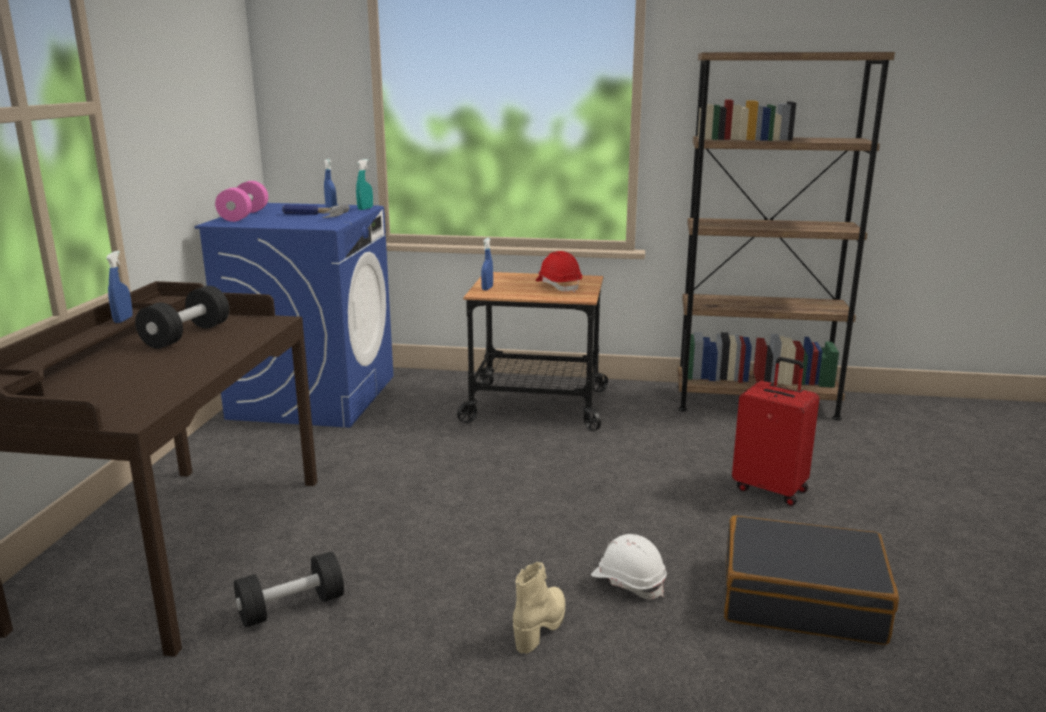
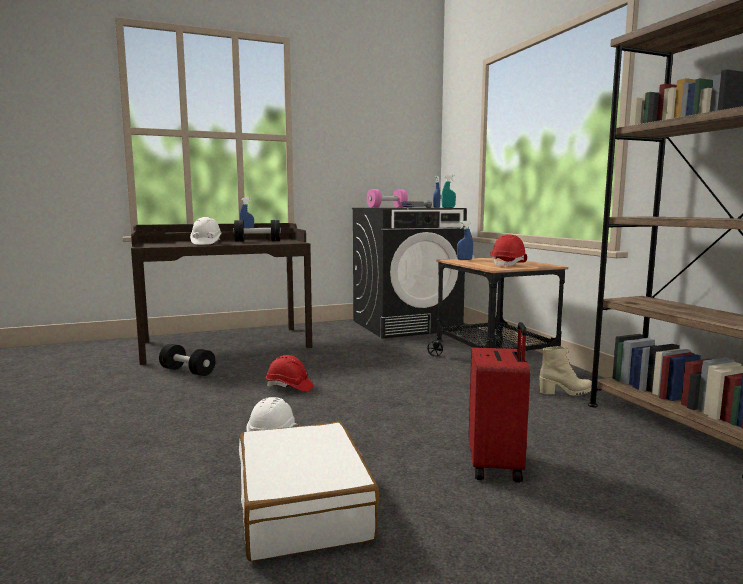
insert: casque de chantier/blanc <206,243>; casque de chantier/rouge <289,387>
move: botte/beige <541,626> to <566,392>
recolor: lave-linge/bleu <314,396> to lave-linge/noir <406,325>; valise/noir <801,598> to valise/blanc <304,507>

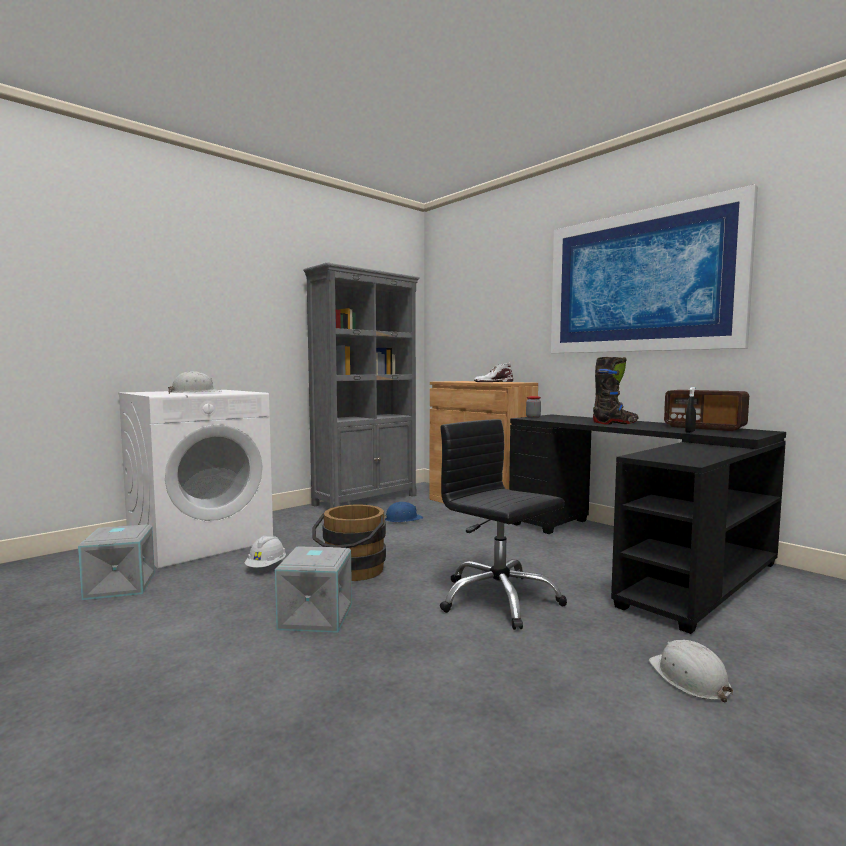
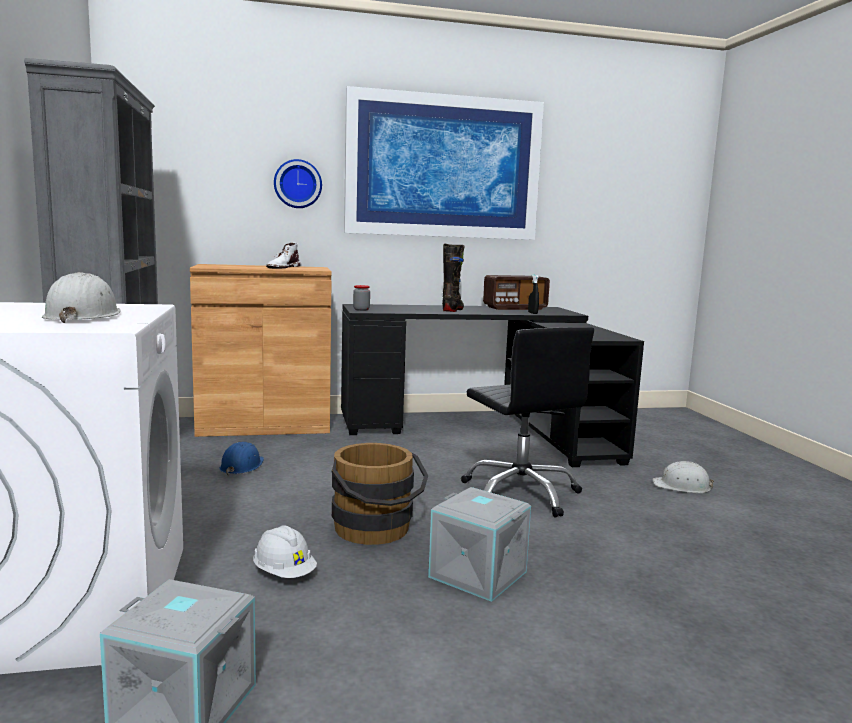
insert: horloge murale <298,184>
rotate: chaise de bureau/noir <498,599> = <521,493> 105 degrees counterclockwise

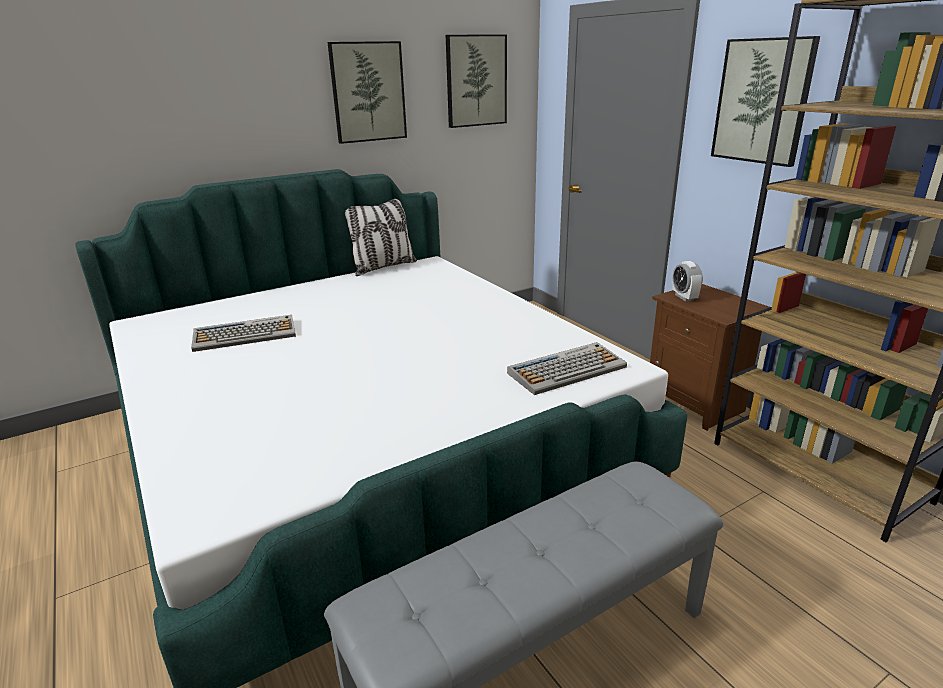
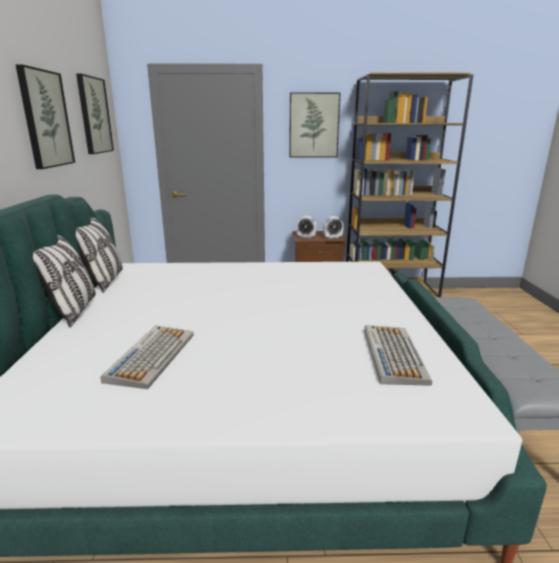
insert: réveil <332,237>; coussin <73,311>
move: clavier <567,369> to <392,354>

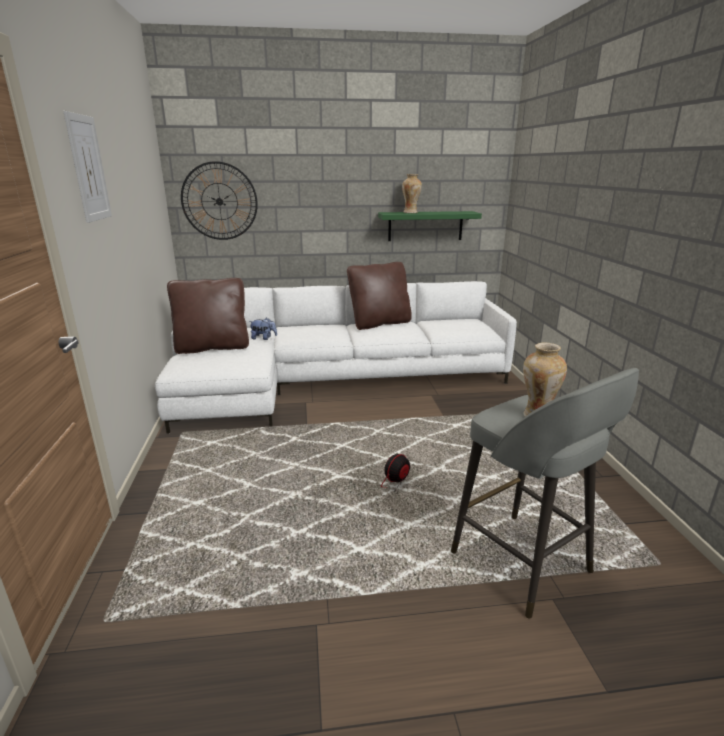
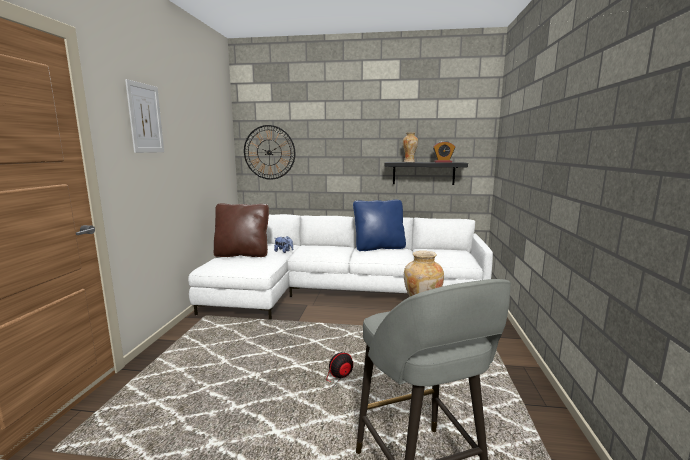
insert: réveil <443,162>
recolor: étagère/vert <425,226> to étagère/noir <423,173>; coussin/marron <379,323> to coussin/bleu <379,248>

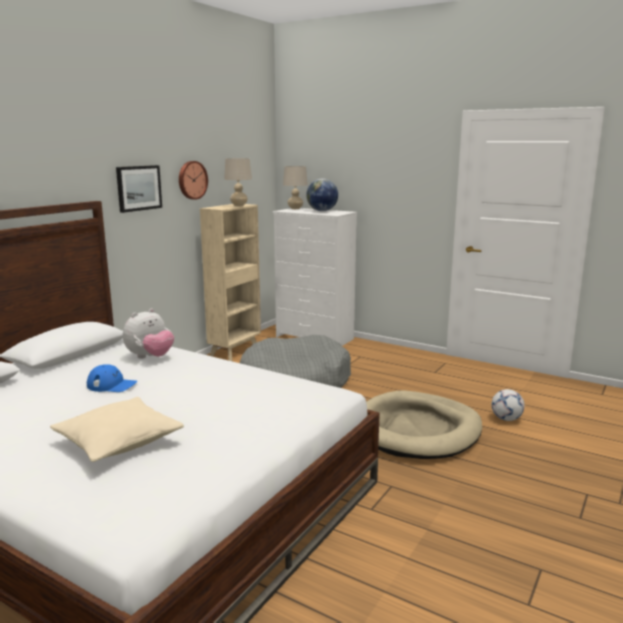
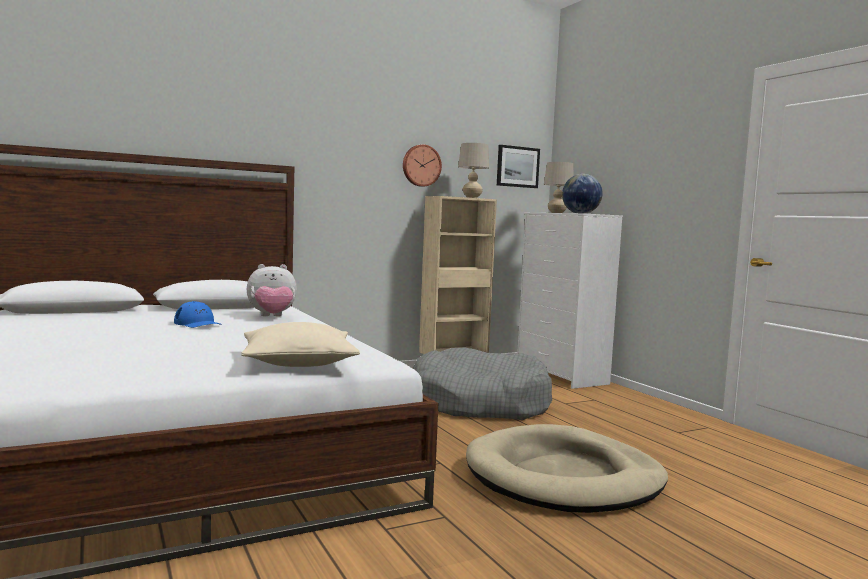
delete: ballon de foot <506,419>
move: tableau <138,188> to <517,167>; coussin/beige <119,442> to <299,362>

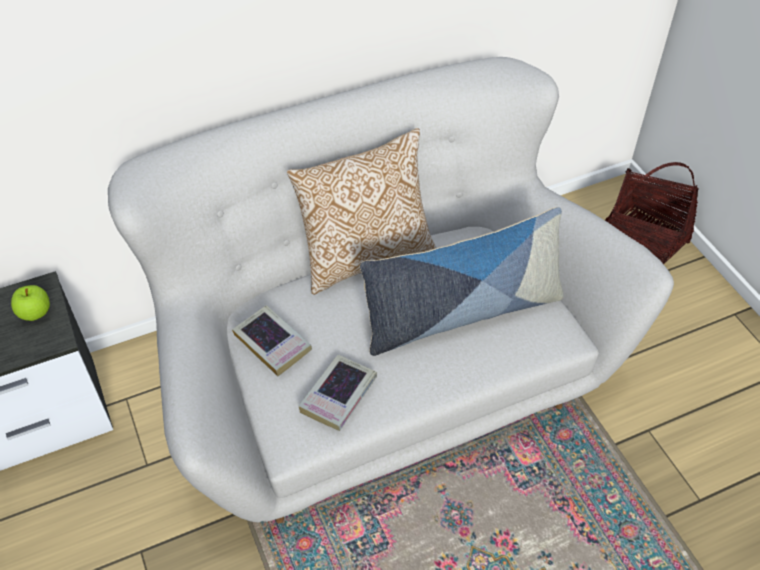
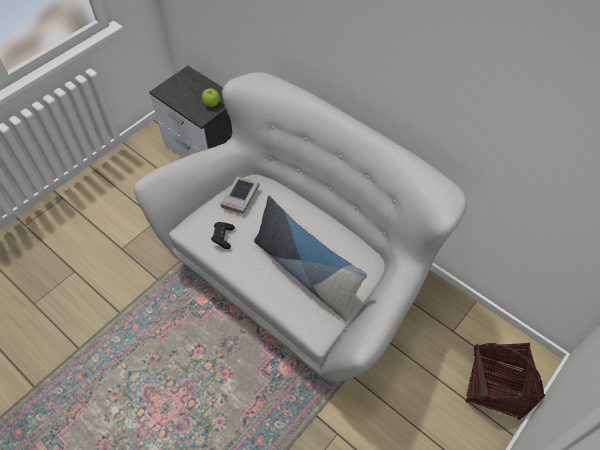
delete: coussin <365,256>
replace: livre <338,396> to manette/noir <223,237>

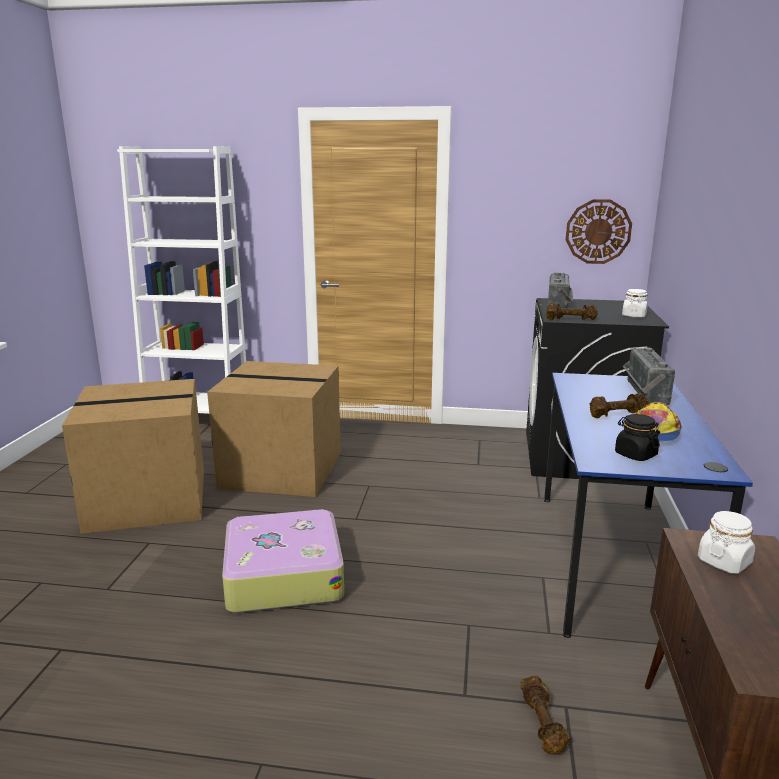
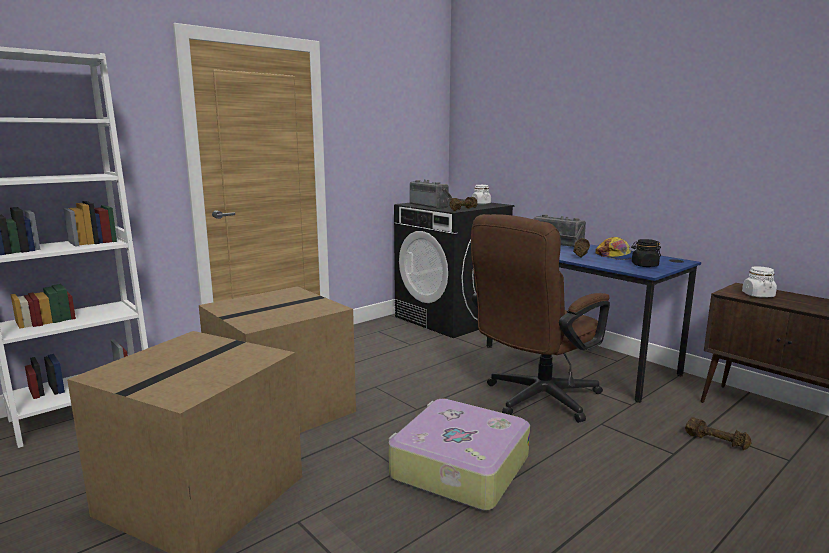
delete: horloge murale <598,231>
insert: chaise de bureau/marron <535,400>

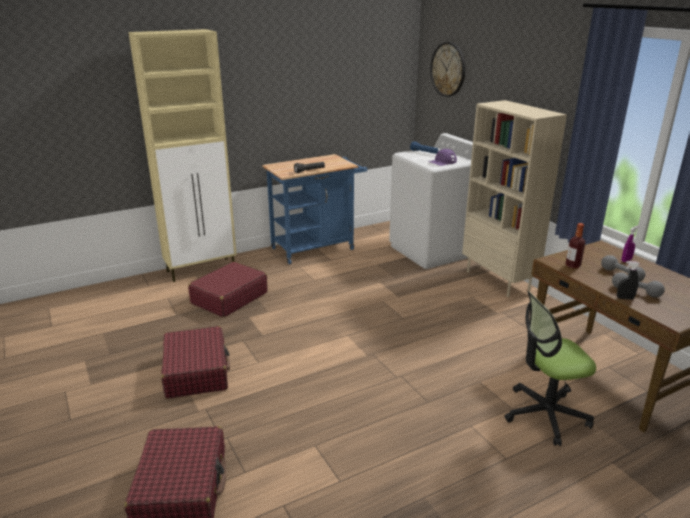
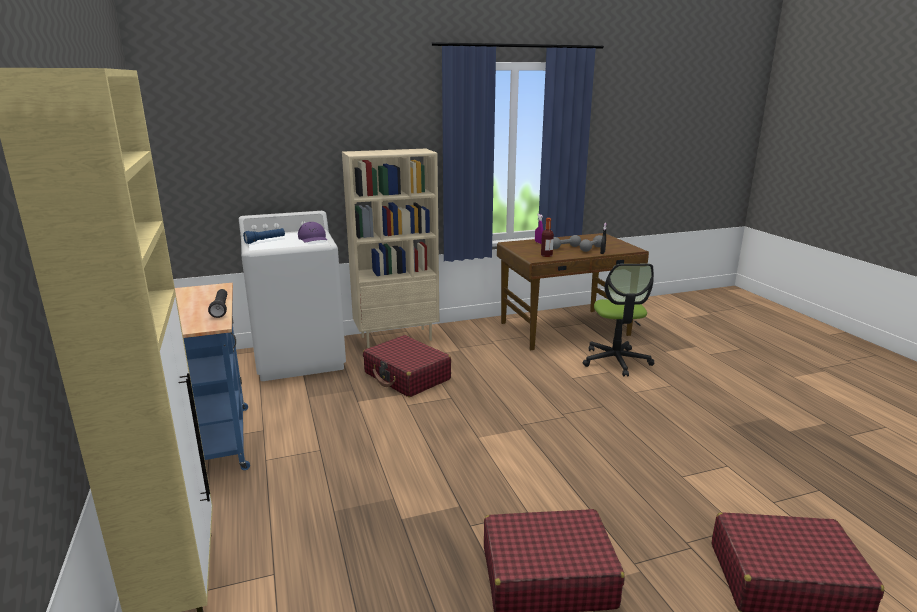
delete: horloge murale <448,69>
move: valise/rouge <229,298> to <407,376>

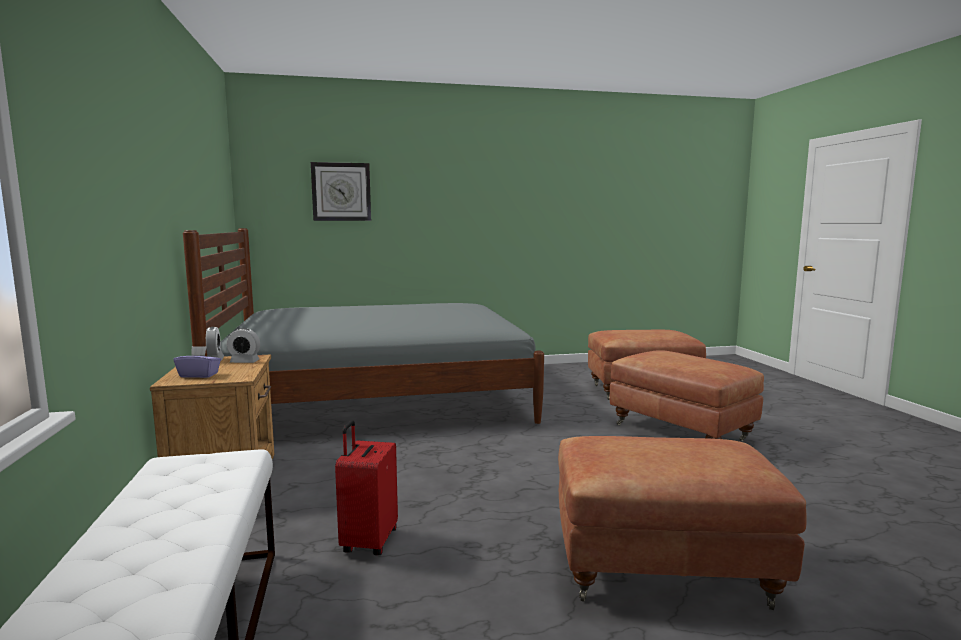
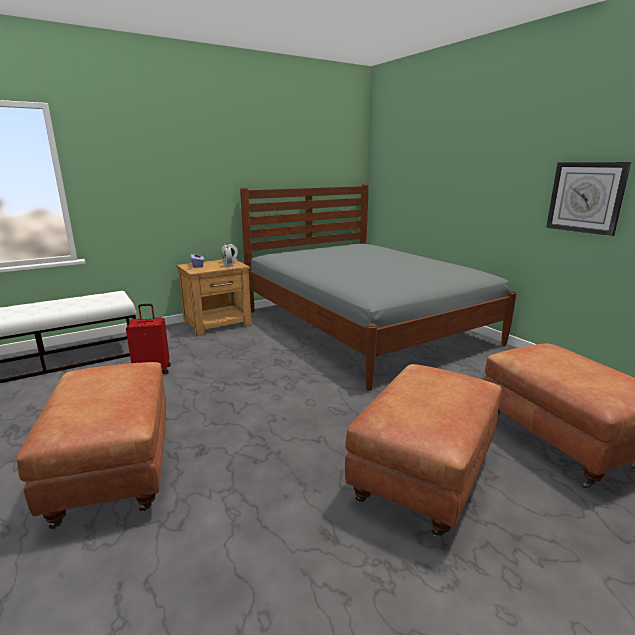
move: horloge murale <341,192> to <586,197>

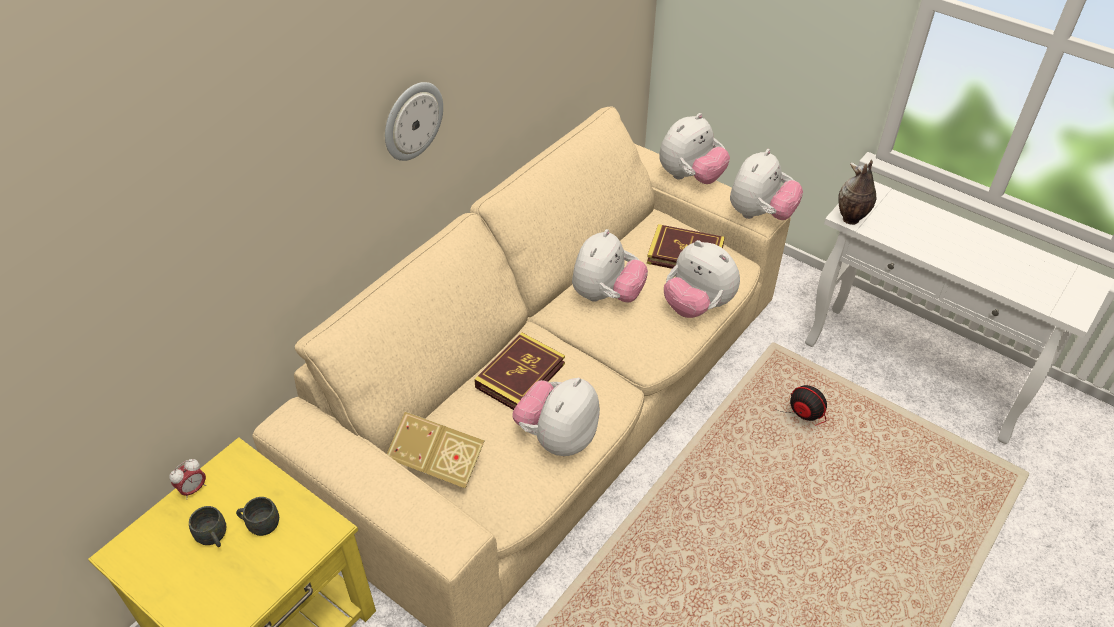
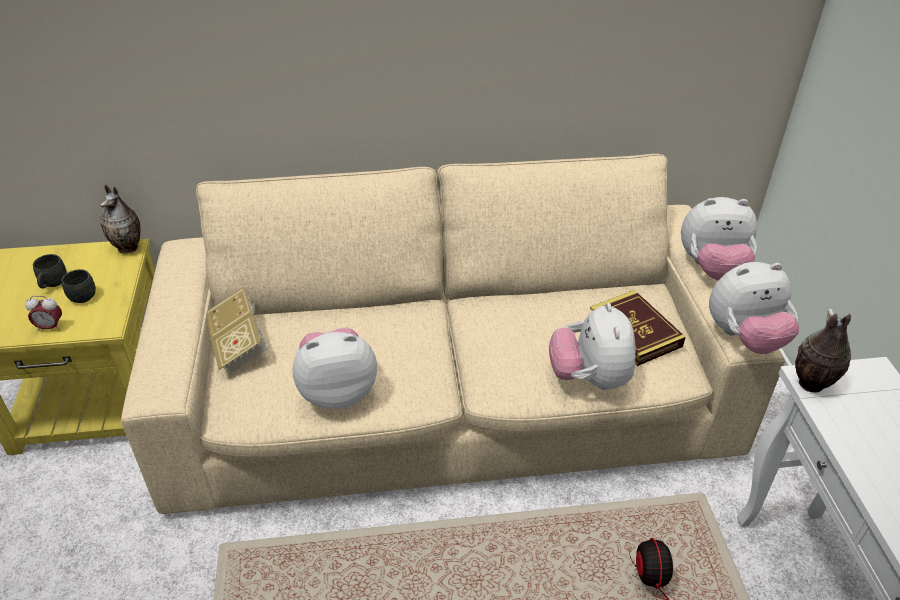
delete: horloge murale <412,120>; peluche <606,295>; livre <520,375>
insert: vase <129,248>
move: réveil <193,489> to <50,327>

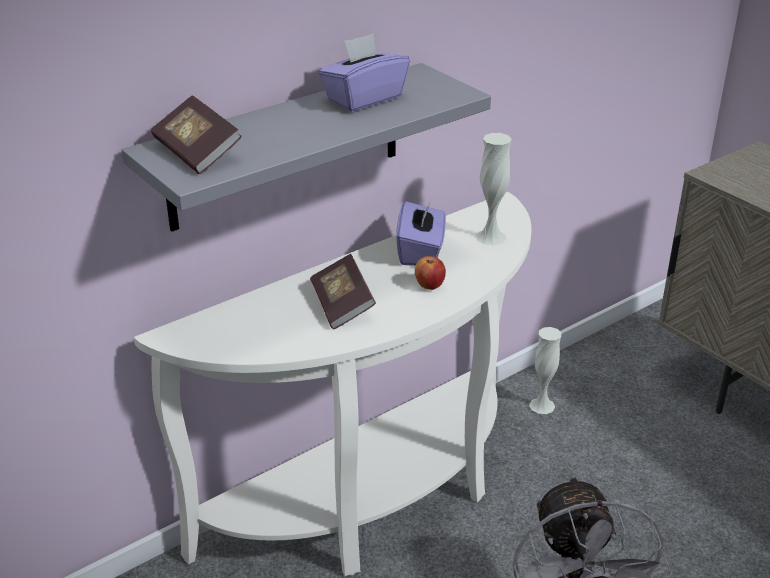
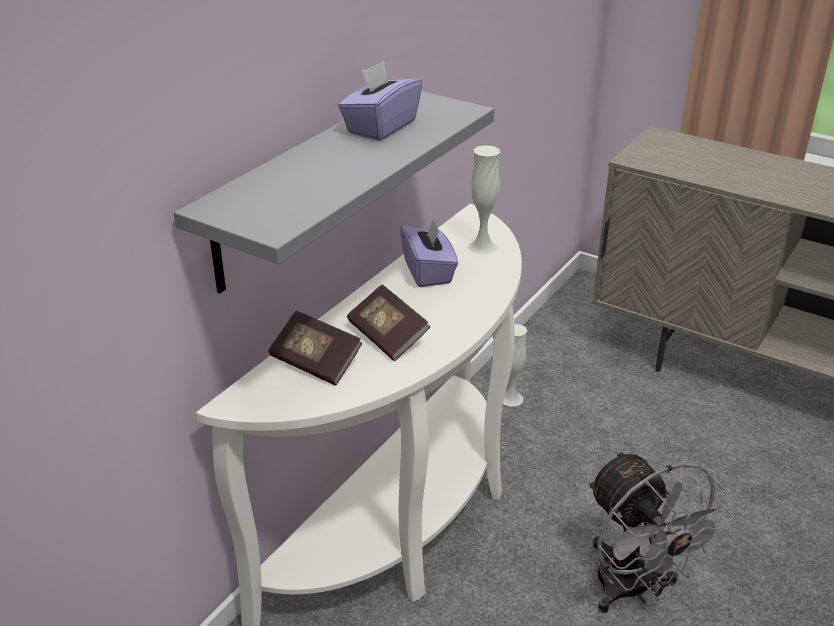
delete: pomme <429,286>
move: livre <197,152> to <316,362>

